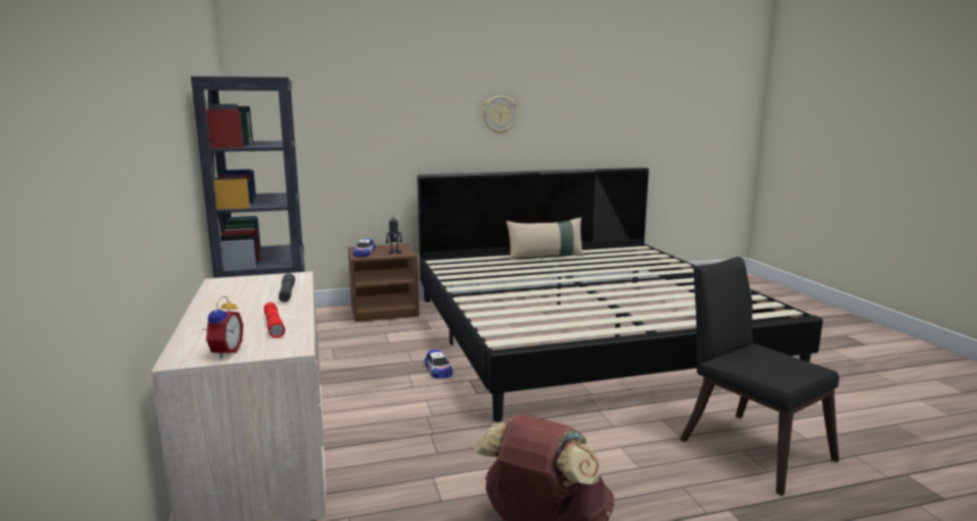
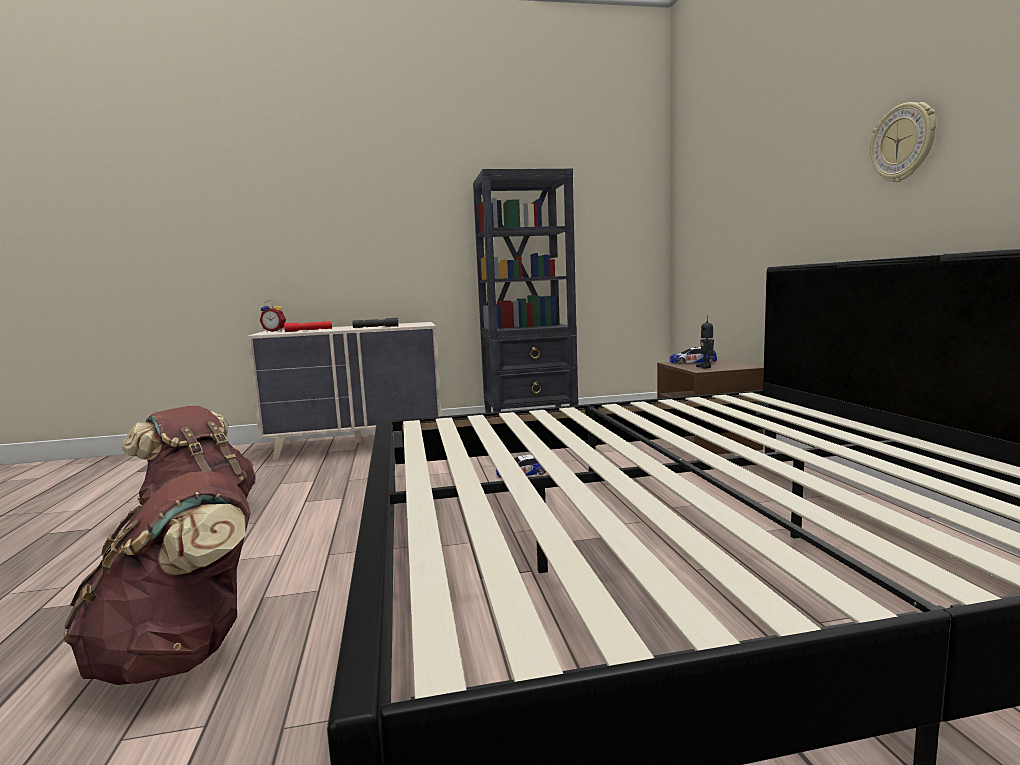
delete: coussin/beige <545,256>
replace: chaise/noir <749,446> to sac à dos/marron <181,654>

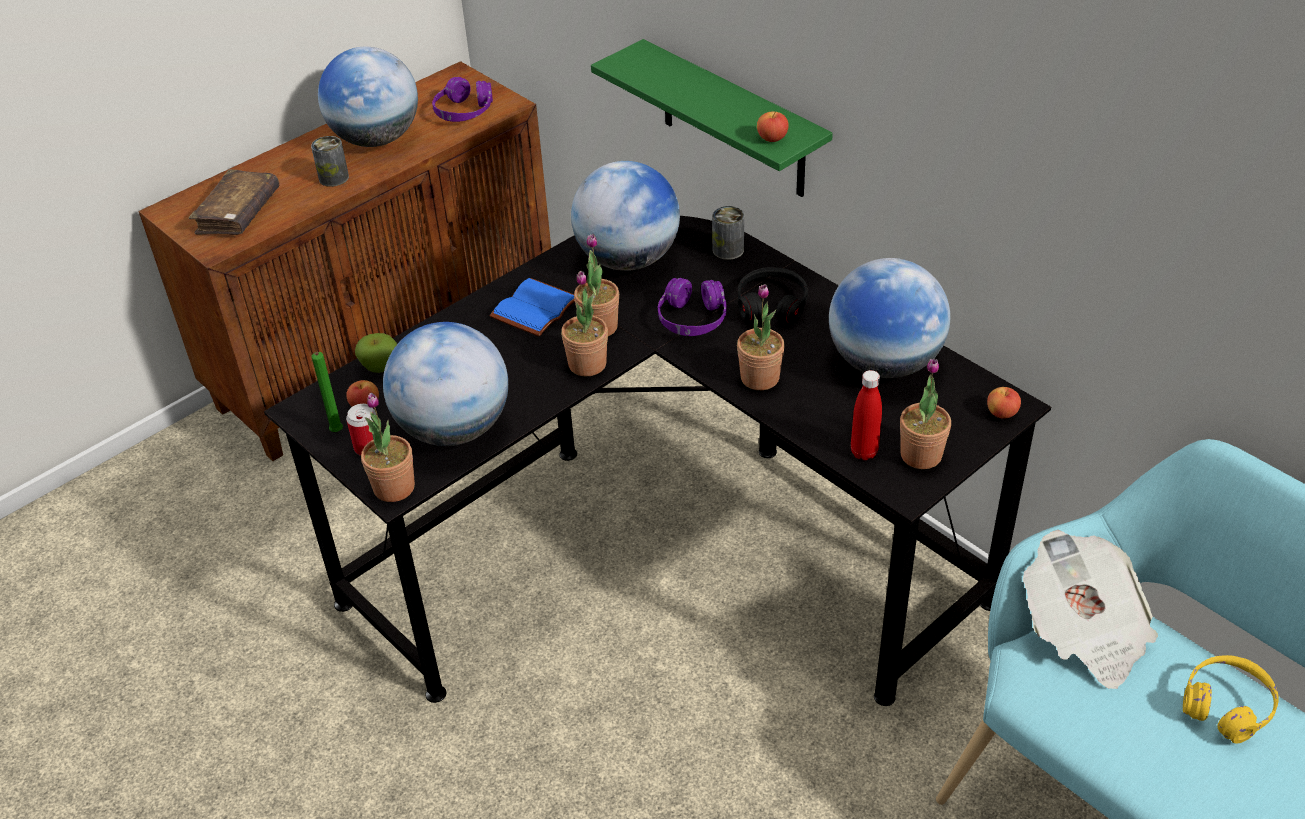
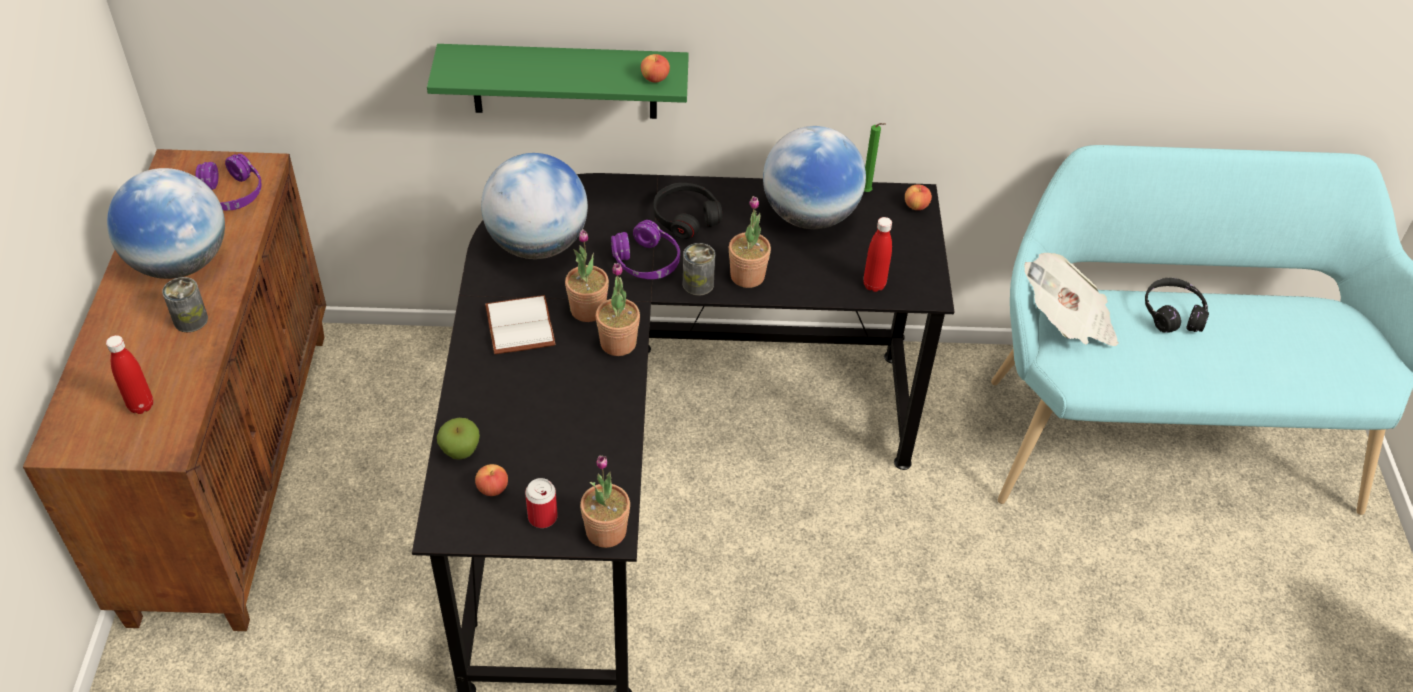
delete: globe <454,428>; plante en pot <921,455>
move: boîte métallique <728,250> to <698,284>; bougie/vert <336,433> to <867,192>
replace: livre/marron <238,213> to bouteille/rouge <141,405>
recolor: livre/bleu <534,307> to livre/blanc <517,325>; casque audio/jaune <1226,706> to casque audio/noir <1172,314>

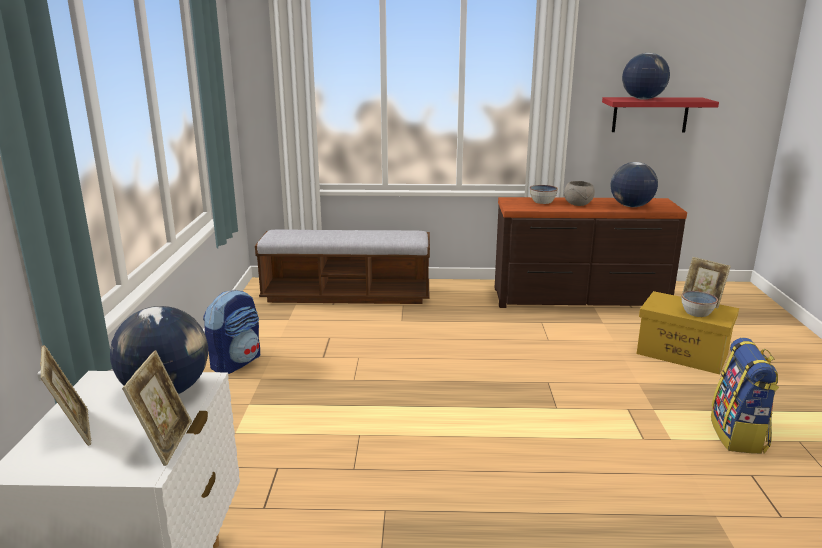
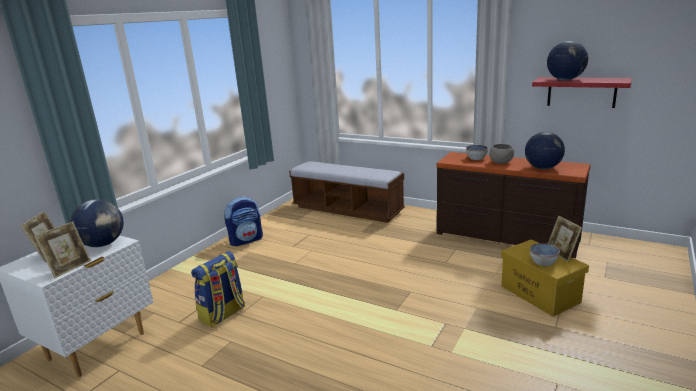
move: sac à dos <739,435> to <223,315>

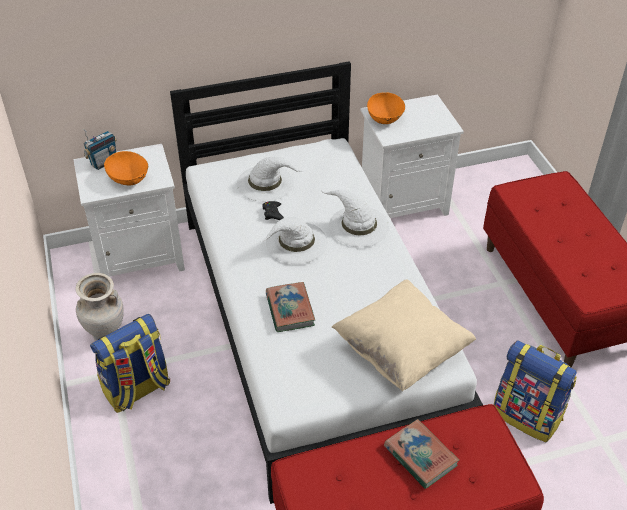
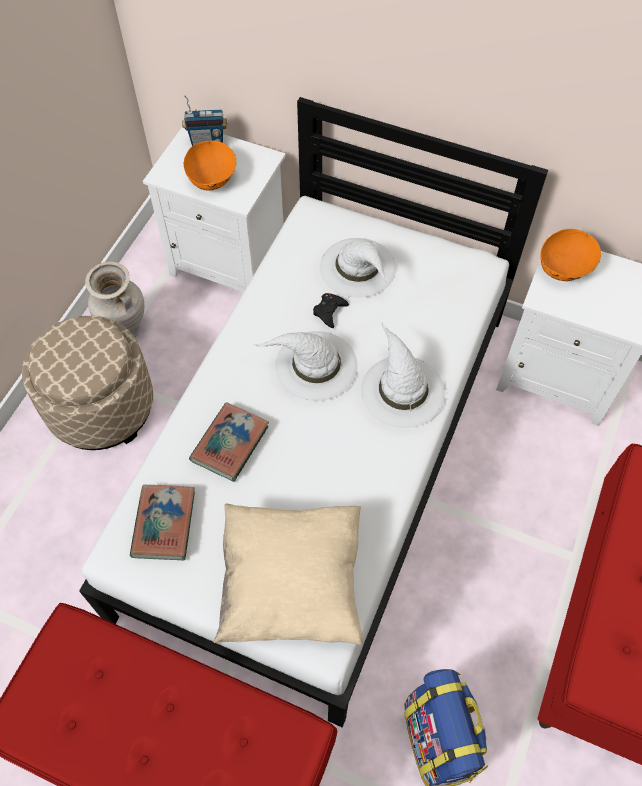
move: livre <420,456> to <164,524>
replace: sac à dos <137,390> to pouf/beige <101,407>

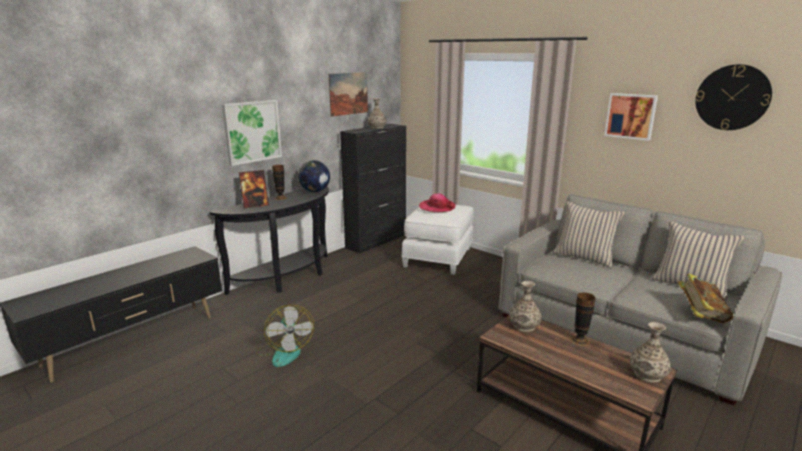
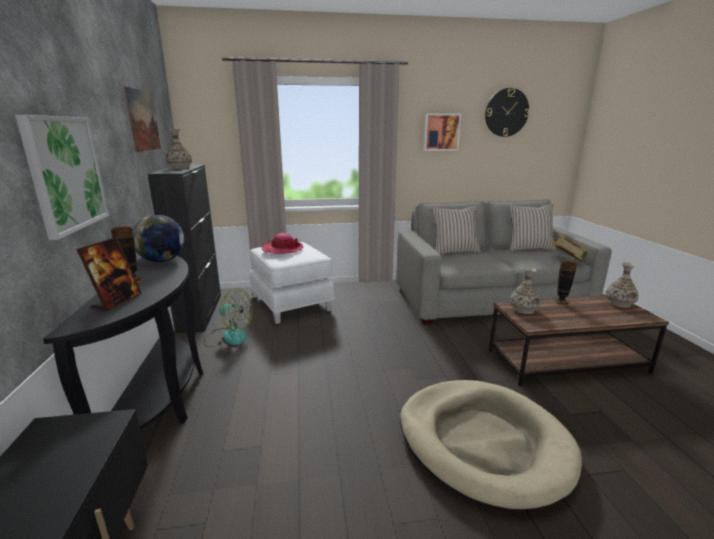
insert: panier pour chien/beige <482,442>
move: ventilateur <284,351> to <228,336>

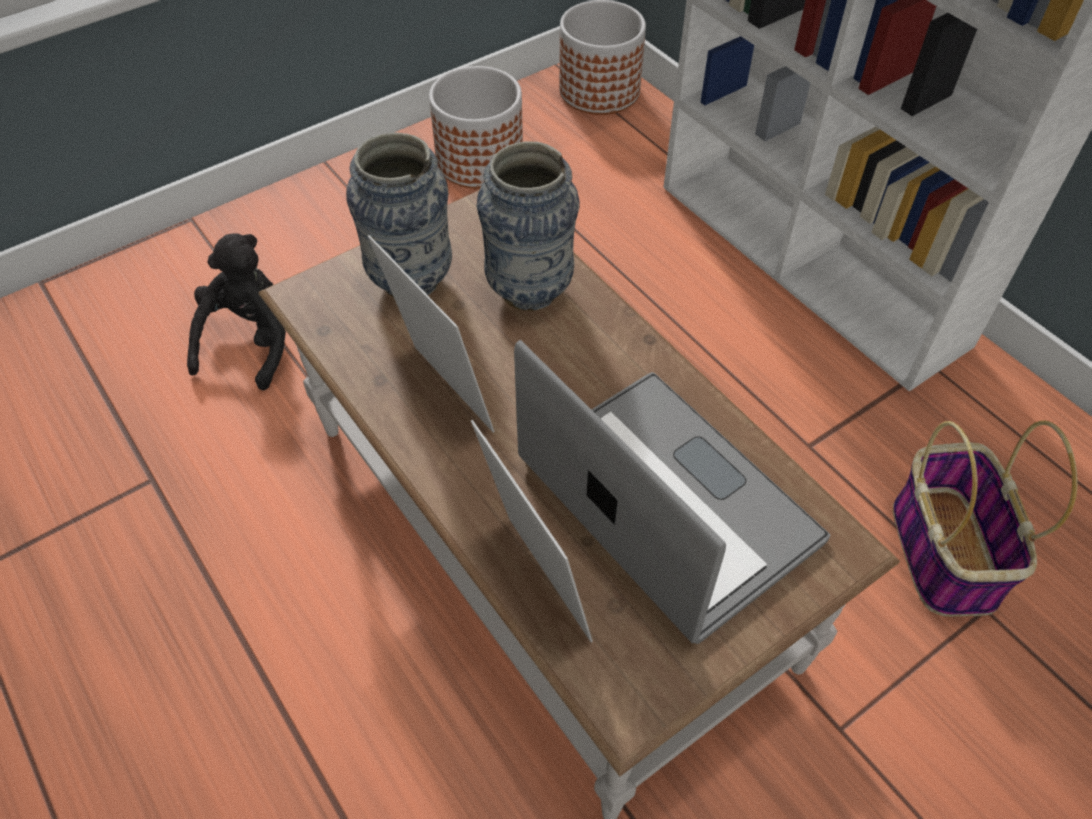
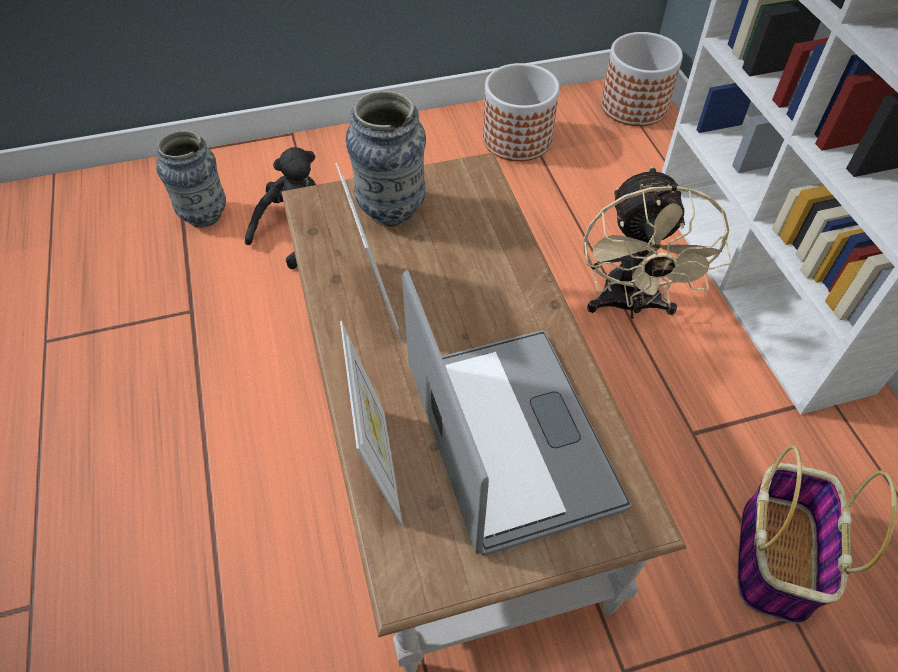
insert: ventilateur/beige <630,305>
move: vase <529,290> to <204,216>

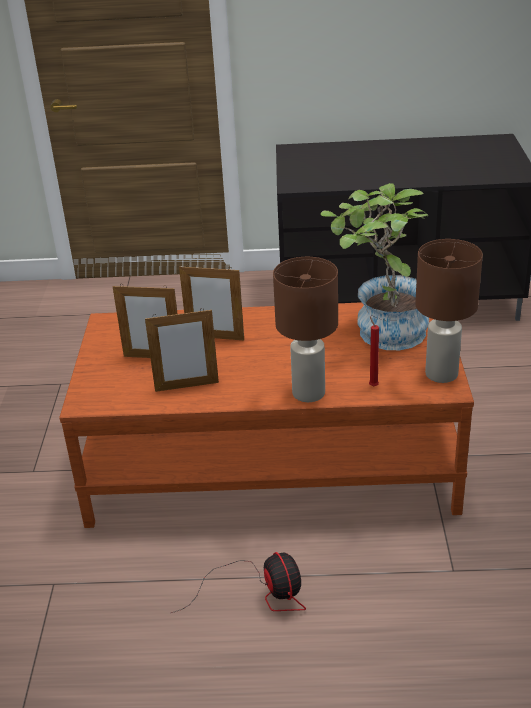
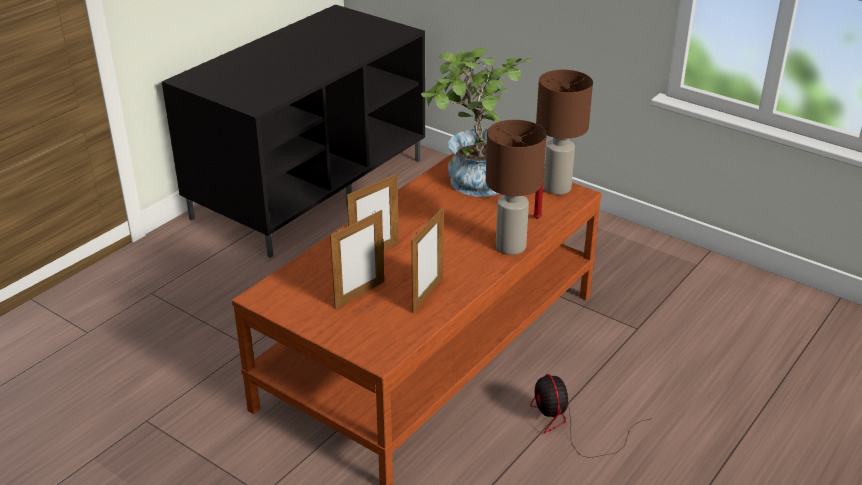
rotate: ventilateur <260,592> = <570,426> 120 degrees counterclockwise

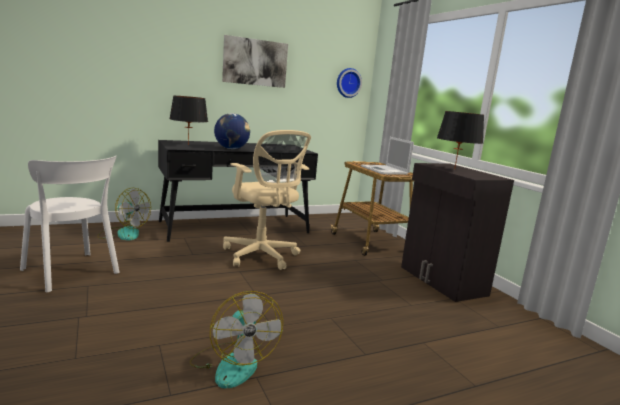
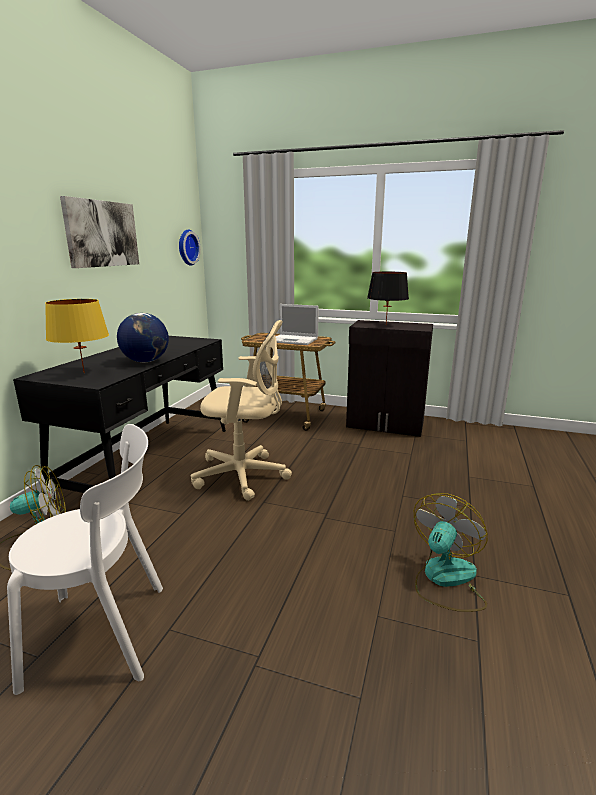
recolor: lampe de table/noir <188,144> to lampe de table/jaune <84,373>
rotate: ventilateur <233,363> = <445,580> 75 degrees counterclockwise

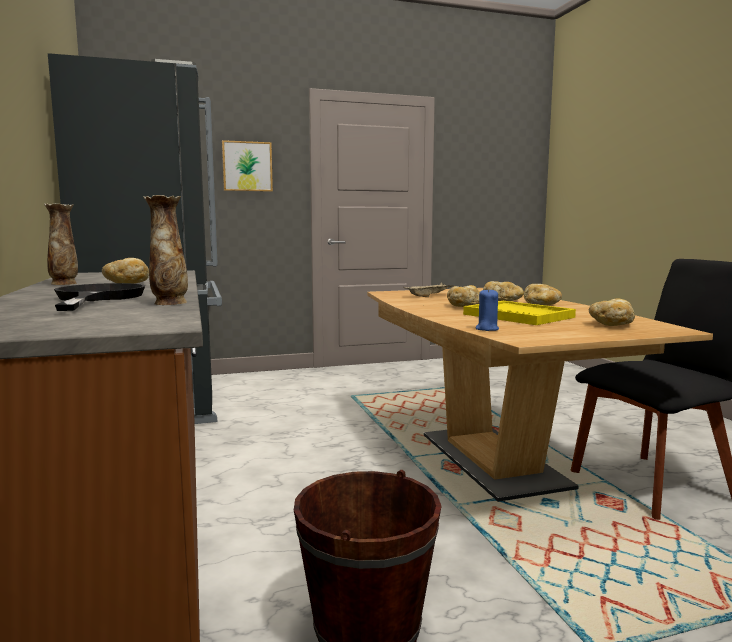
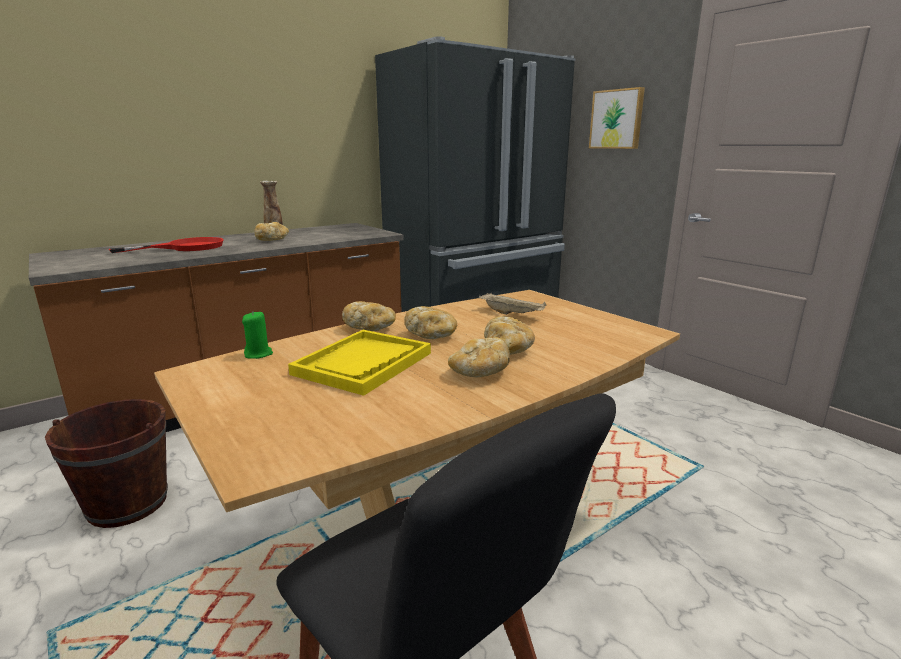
delete: vase <169,303>
move: pain <611,325> to <370,328>
recolor: poêle/noir <97,298> to poêle/rouge <185,247>; bougie/bleu <486,329> to bougie/vert <258,354>

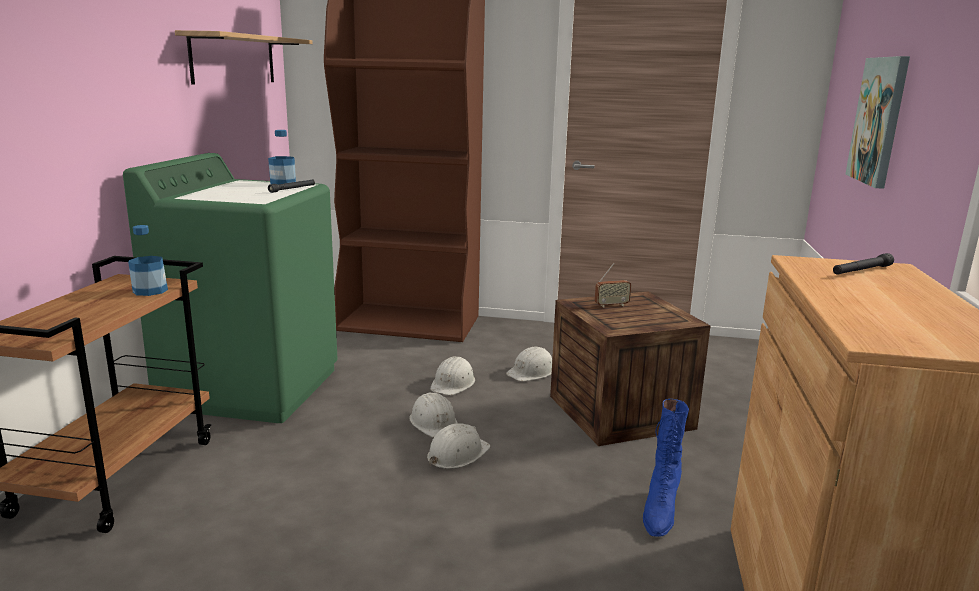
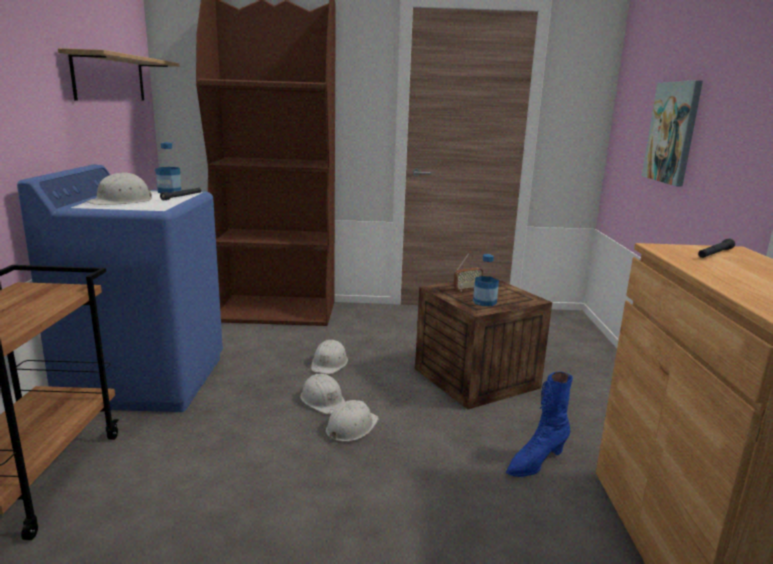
move: bouteille <150,291> to <484,302>; casque de chantier/blanc <532,372> to <122,201>
recolor: lave-linge/vert <252,387> to lave-linge/bleu <146,379>
rotate: botte/bleu <660,511> = <535,462> 45 degrees clockwise

